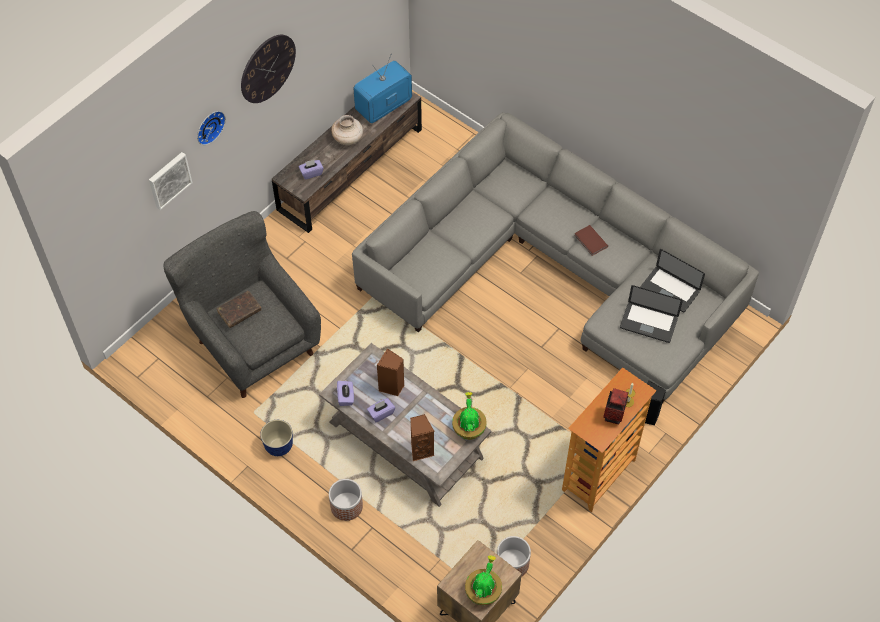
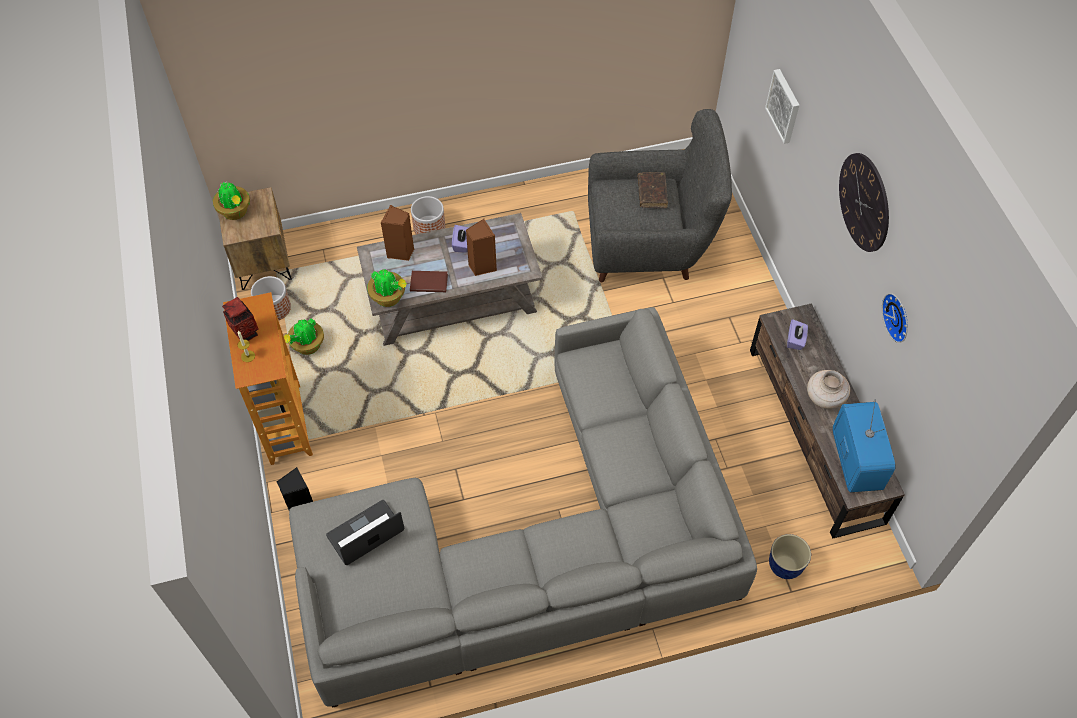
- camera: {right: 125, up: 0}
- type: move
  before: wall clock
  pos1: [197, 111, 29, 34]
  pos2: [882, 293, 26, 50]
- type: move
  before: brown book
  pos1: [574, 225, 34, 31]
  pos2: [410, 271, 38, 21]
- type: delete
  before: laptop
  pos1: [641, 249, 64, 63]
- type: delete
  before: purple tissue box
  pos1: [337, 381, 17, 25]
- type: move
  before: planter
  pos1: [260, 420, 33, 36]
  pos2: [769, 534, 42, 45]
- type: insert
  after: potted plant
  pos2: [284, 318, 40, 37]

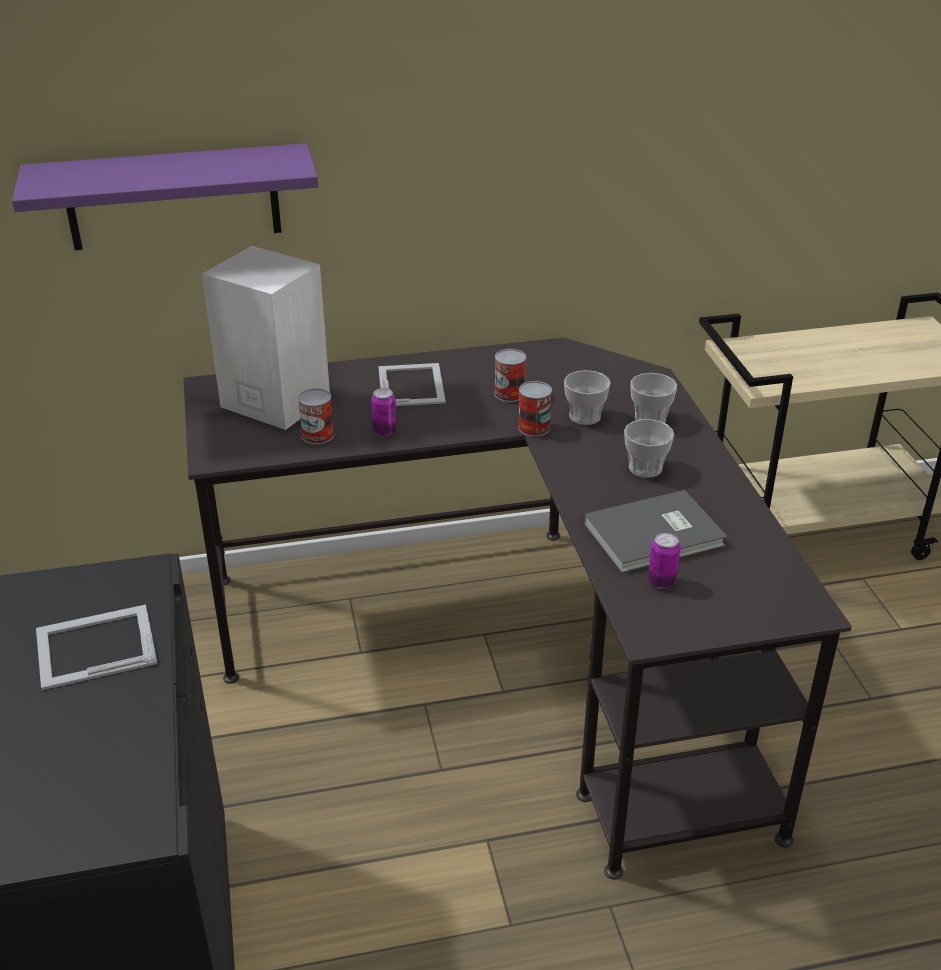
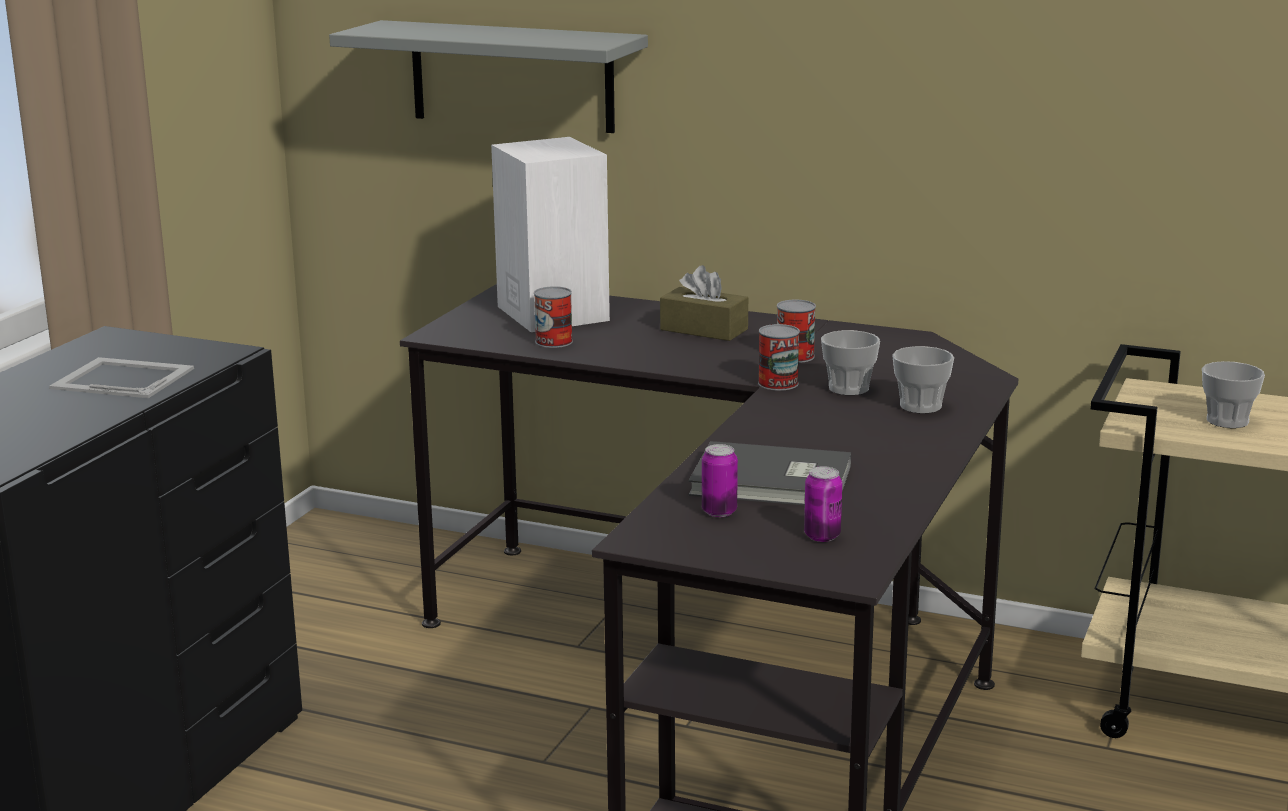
- camera: {right: 35, up: -15}
- type: recolor
  before: purple shelf
  after: grey shelf
  pos1: [12, 143, 306, 107]
  pos2: [329, 20, 319, 113]
- type: replace
  before: picture frame
  after: brown tissue box
  pos1: [378, 363, 68, 43]
  pos2: [660, 265, 88, 76]
- type: move
  before: can
  pos1: [371, 388, 26, 48]
  pos2: [804, 466, 38, 76]
- type: move
  before: cup
  pos1: [624, 419, 50, 59]
  pos2: [1202, 361, 63, 67]

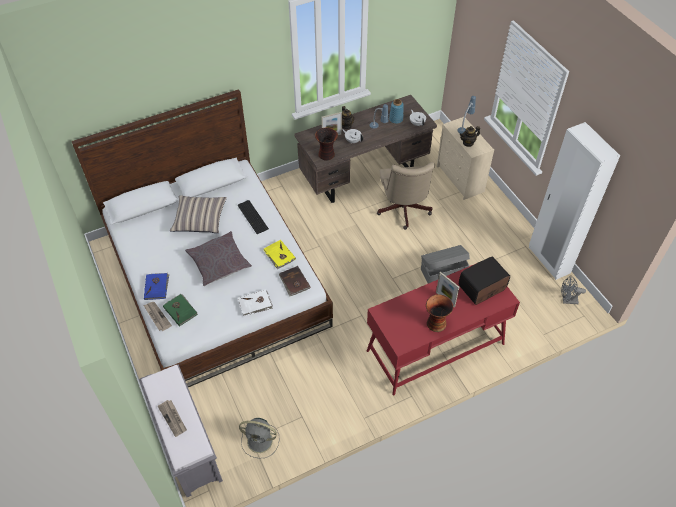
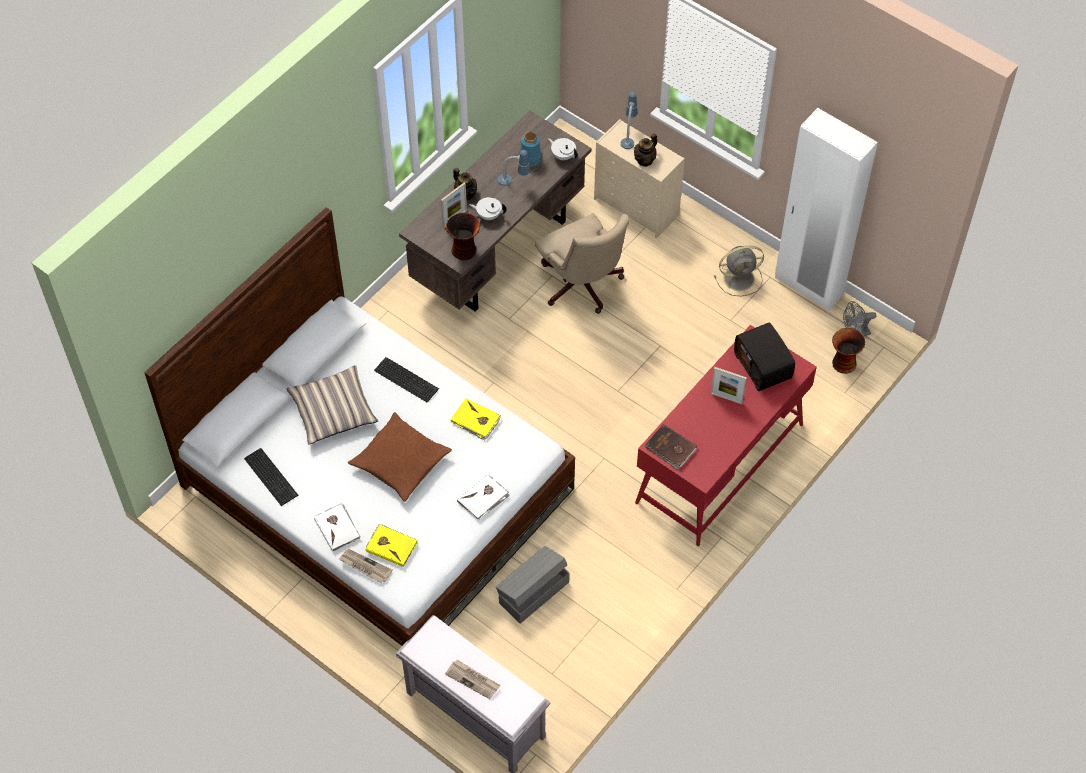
- camera: {right: -25, up: 5}
- type: recolor
  before: grey pillow
  after: brown pillow
  pos1: [185, 231, 67, 55]
  pos2: [348, 412, 104, 90]
- type: move
  before: grey storage box
  pos1: [421, 245, 49, 39]
  pos2: [496, 546, 73, 78]
- type: rotate
  before: radio
  pos1: [459, 257, 51, 48]
  pos2: [734, 322, 61, 69]
  turn: -60
- type: move
  before: brown book
  pos1: [279, 266, 31, 30]
  pos2: [645, 424, 52, 46]
- type: recolor
  before: blue book
  after: white book
  pos1: [144, 273, 25, 27]
  pos2: [314, 503, 47, 49]
- type: recolor
  before: green book
  after: yellow book
  pos1: [163, 294, 35, 32]
  pos2: [366, 524, 52, 43]
- type: move
  before: vase
  pos1: [426, 294, 27, 38]
  pos2: [832, 328, 34, 46]
- type: move
  before: grey fan
  pos1: [239, 418, 41, 41]
  pos2: [714, 246, 50, 50]
- type: insert
  after: keyboard
  pos2: [244, 448, 54, 58]

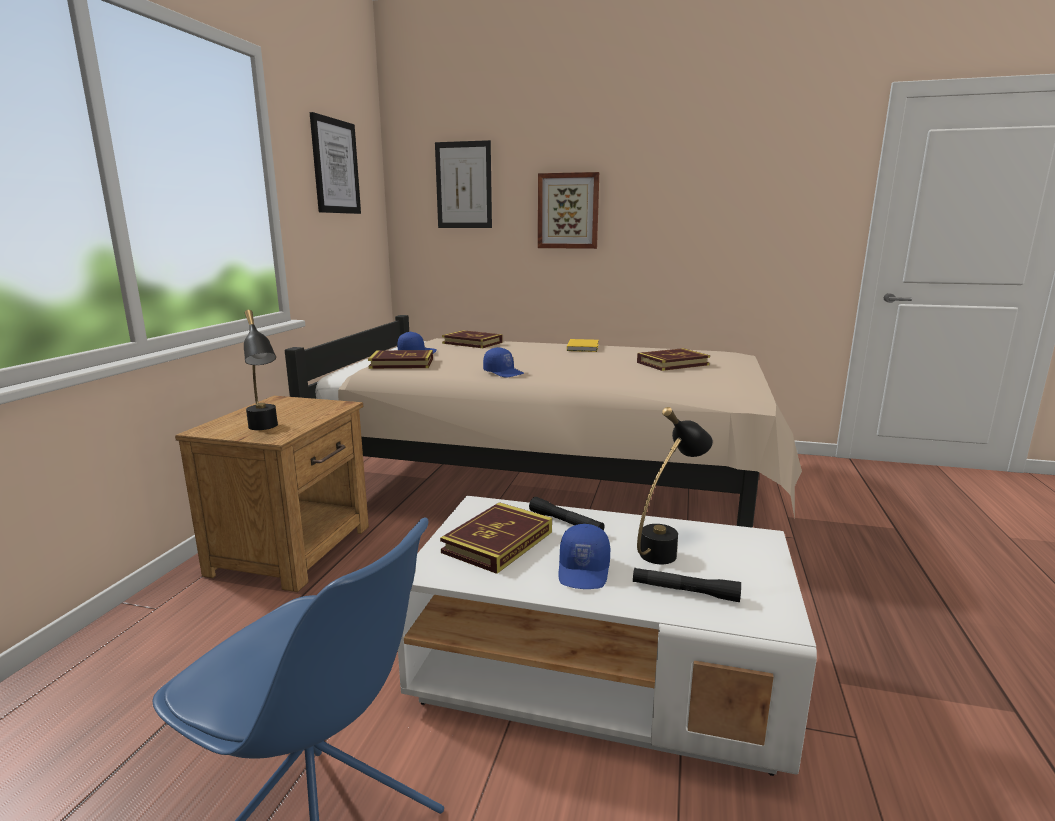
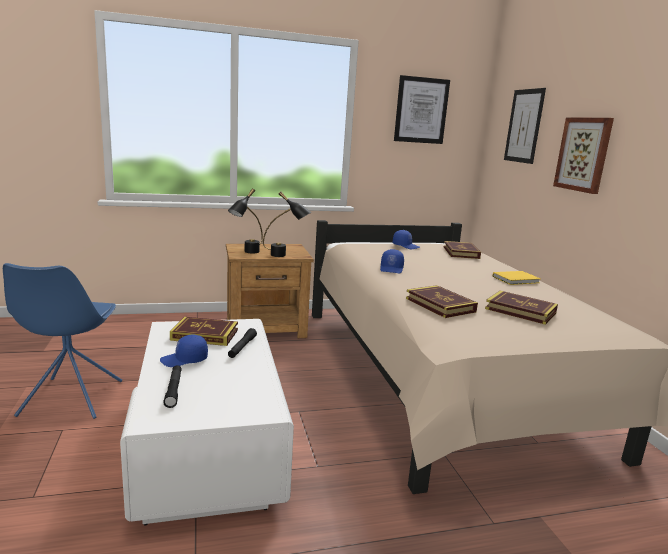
- camera: {right: 60, up: 0}
- type: move
  before: book
  pos1: [368, 350, 65, 19]
  pos2: [406, 285, 72, 33]
- type: move
  before: black table lamp
  pos1: [637, 407, 76, 157]
  pos2: [263, 192, 49, 65]

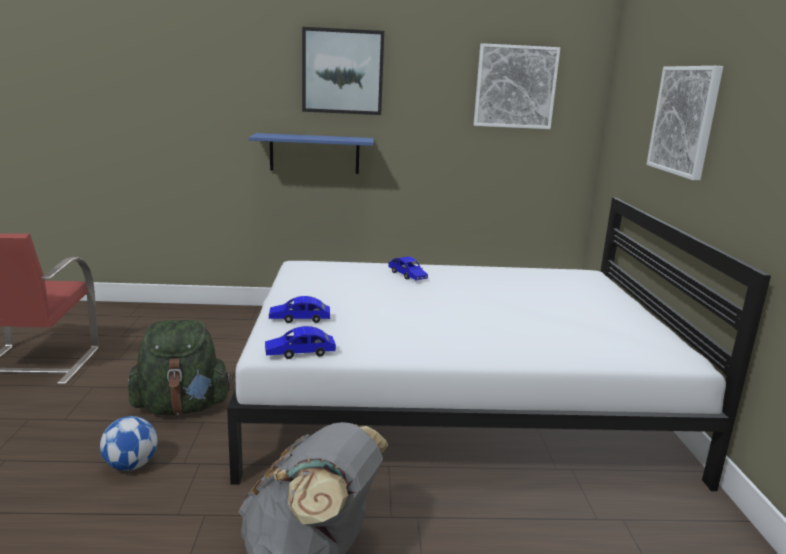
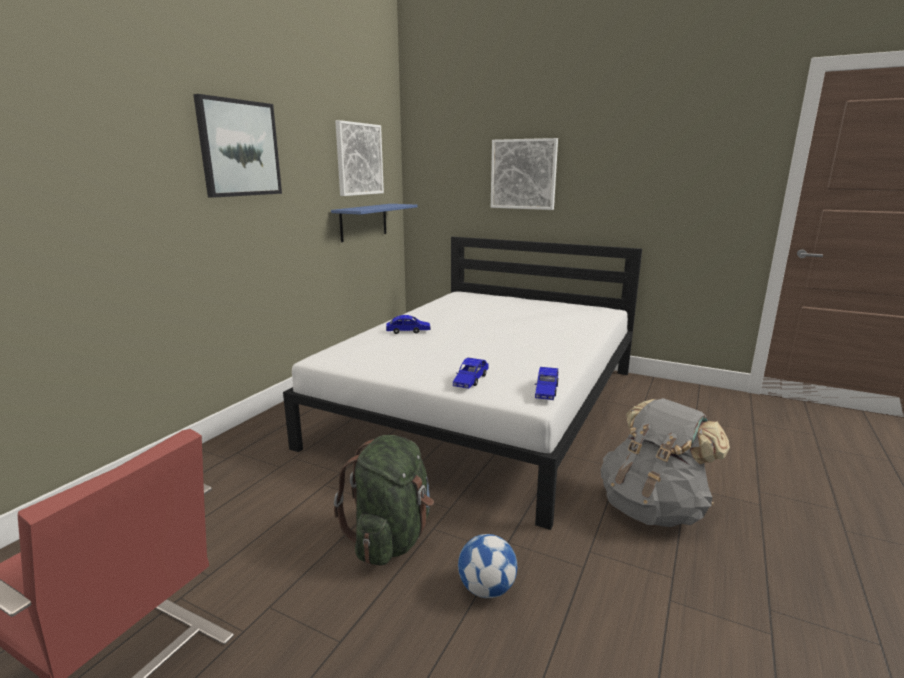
- camera: {right: -60, up: 0}
- type: move
  before: blue shelf
  pos1: [249, 133, 125, 41]
  pos2: [331, 204, 86, 38]

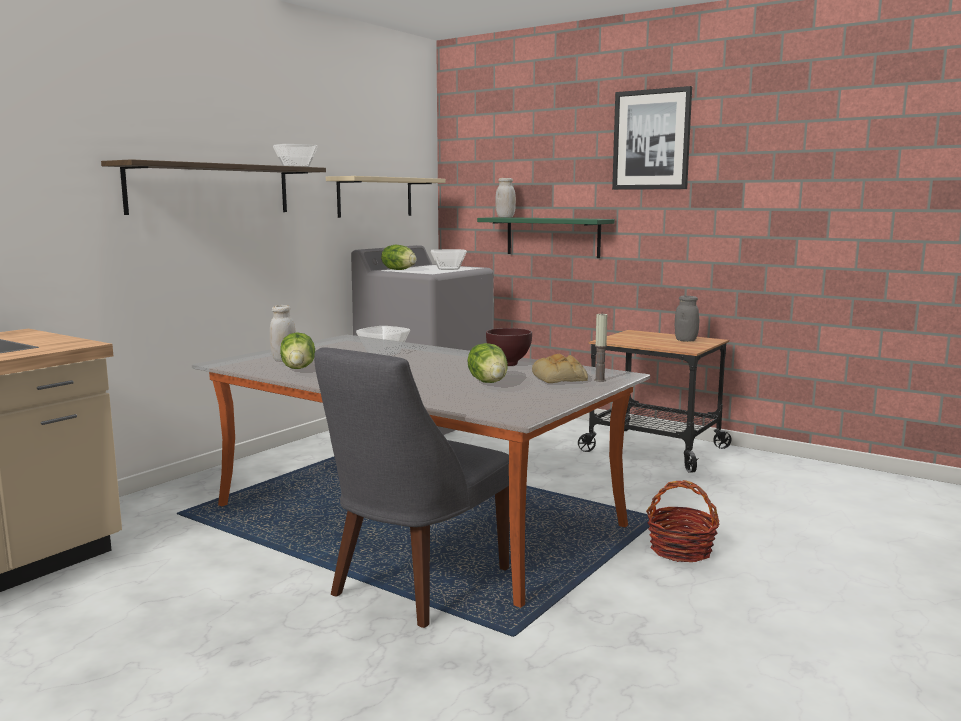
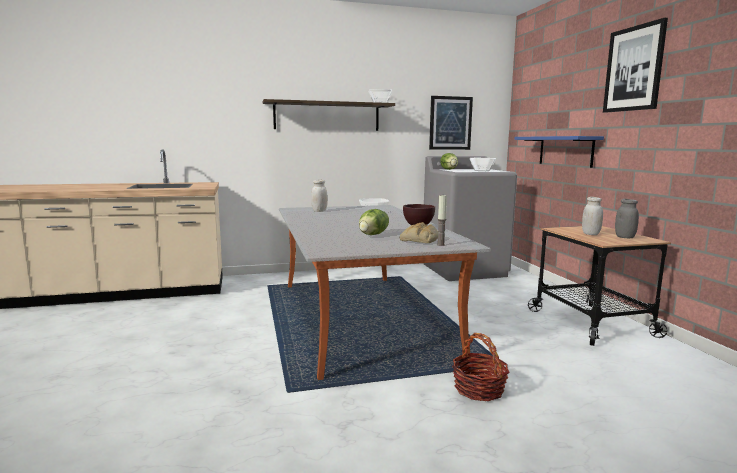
- camera: {right: 40, up: 0}
- type: replace
  before: beige shelf
  after: picture
  pos1: [326, 176, 120, 42]
  pos2: [429, 96, 44, 54]
- type: move
  before: white jar
  pos1: [496, 178, 20, 40]
  pos2: [582, 197, 21, 38]
- type: recolor
  before: green shelf
  after: blue shelf
  pos1: [477, 217, 138, 41]
  pos2: [514, 136, 90, 32]
- type: delete
  before: lettuce
  pos1: [280, 332, 35, 37]
- type: delete
  before: grey chair
  pos1: [314, 347, 195, 281]

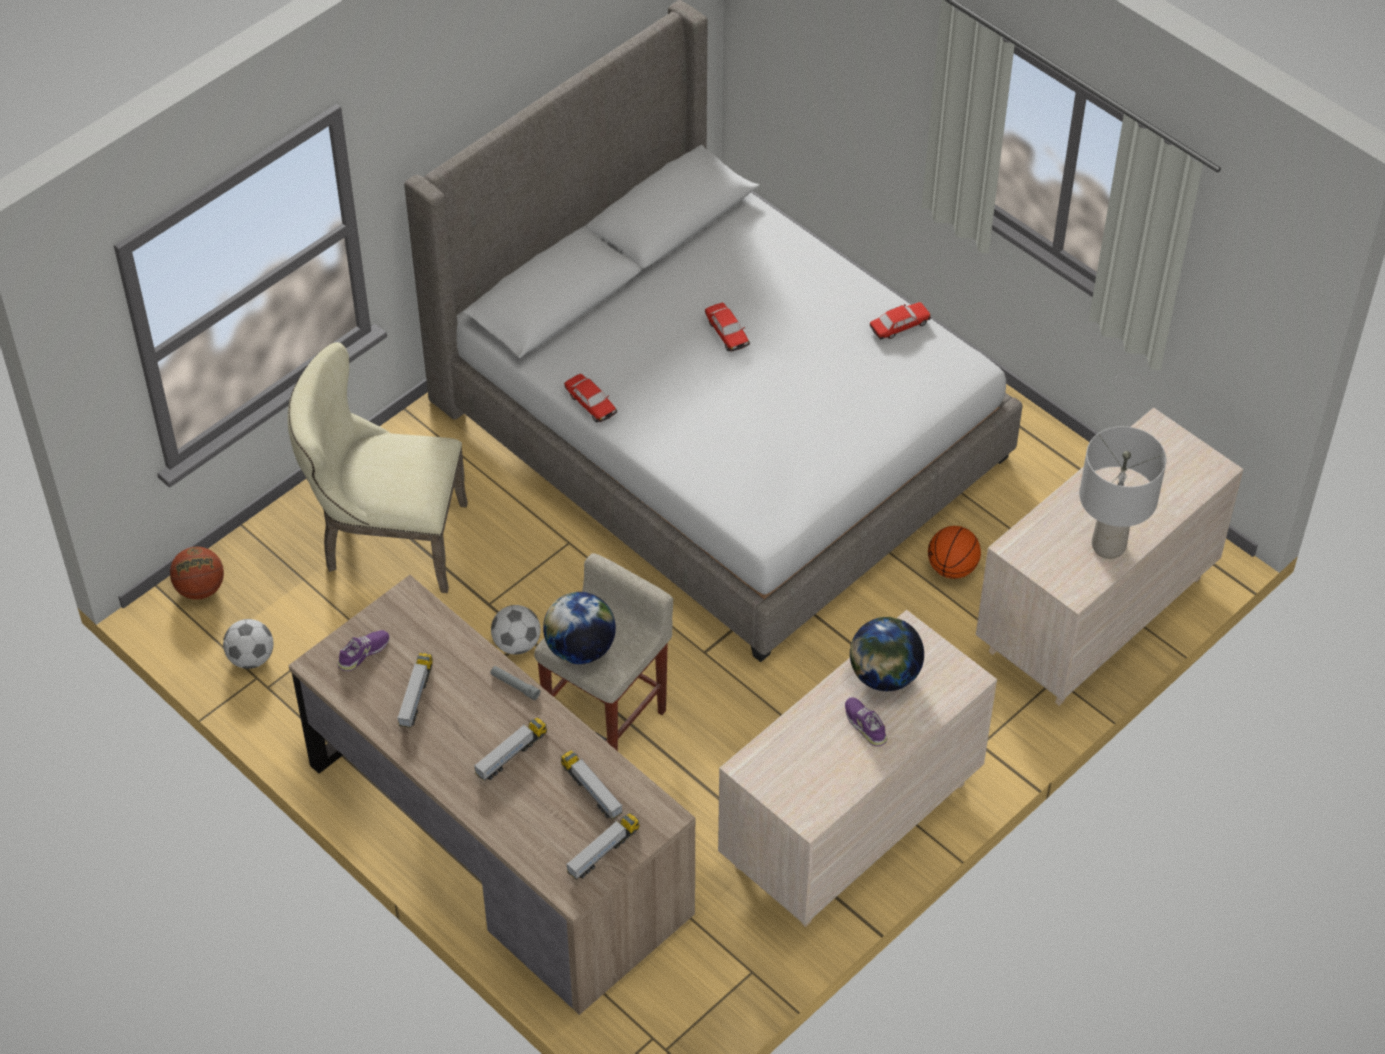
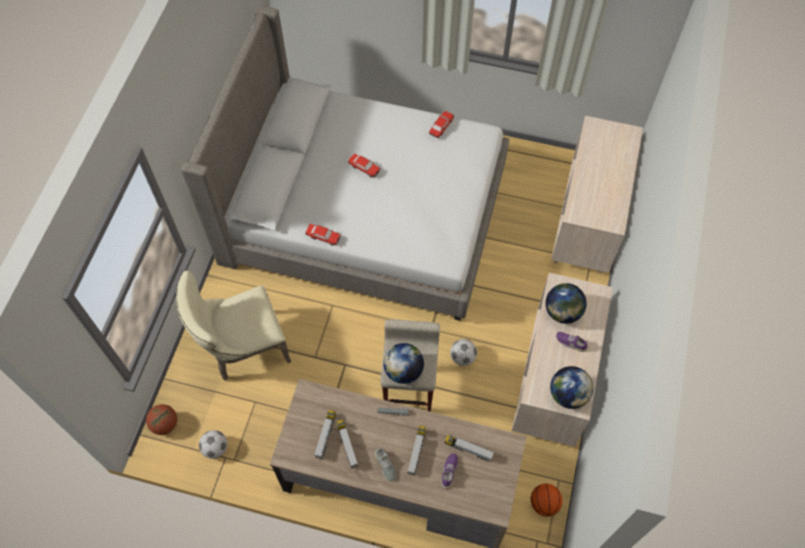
- camera: {right: -30, up: 10}
- type: delete
  before: grey table lamp
  pos1: [1079, 426, 87, 133]
- type: move
  before: basketball
  pos1: [928, 526, 53, 53]
  pos2: [531, 484, 31, 33]
- type: move
  before: football
  pos1: [491, 605, 50, 50]
  pos2: [450, 339, 27, 27]
- type: move
  before: purple shoe
  pos1: [337, 630, 52, 41]
  pos2: [441, 454, 17, 35]
- type: move
  before: toy truck
  pos1: [566, 813, 74, 67]
  pos2: [314, 410, 22, 49]
- type: insert
  after: globe
  pos2: [550, 366, 43, 43]
- type: insert
  after: grey shoe
  pos2: [375, 448, 21, 33]

